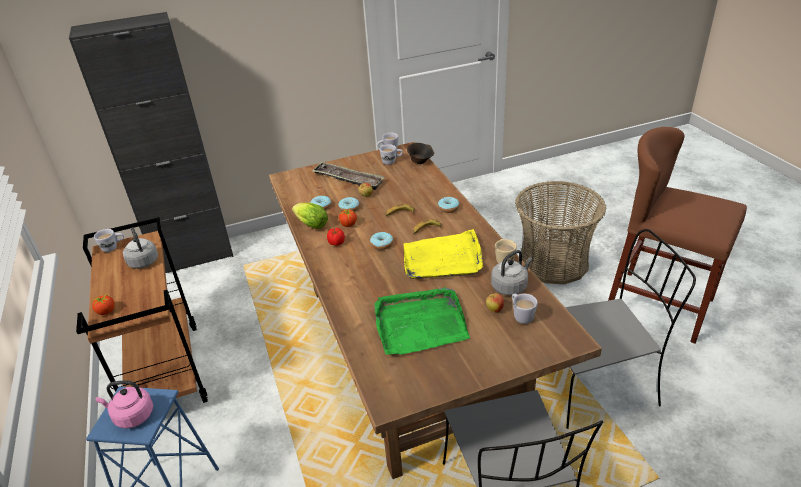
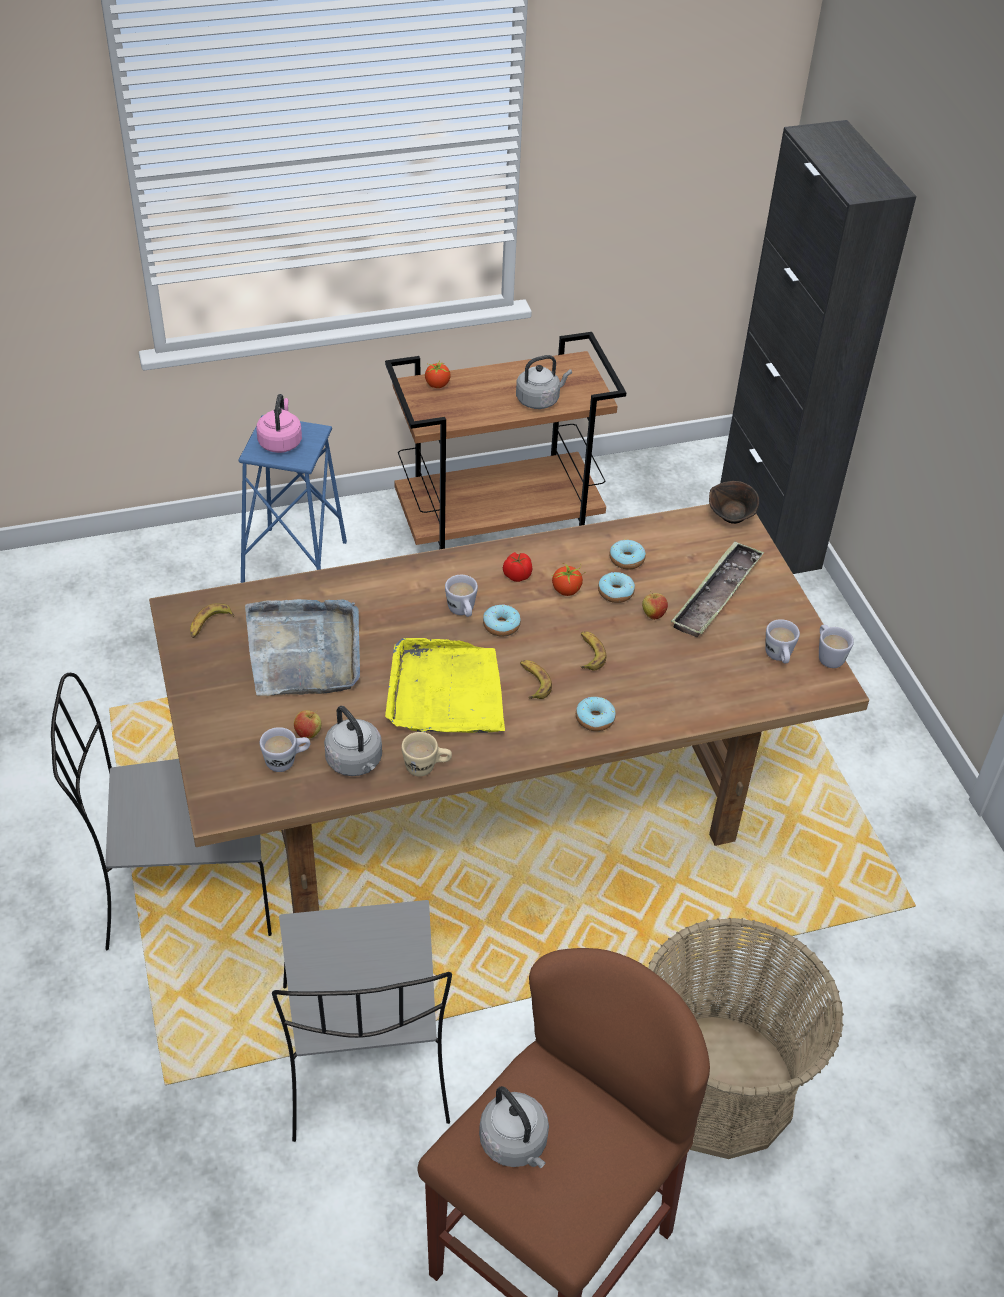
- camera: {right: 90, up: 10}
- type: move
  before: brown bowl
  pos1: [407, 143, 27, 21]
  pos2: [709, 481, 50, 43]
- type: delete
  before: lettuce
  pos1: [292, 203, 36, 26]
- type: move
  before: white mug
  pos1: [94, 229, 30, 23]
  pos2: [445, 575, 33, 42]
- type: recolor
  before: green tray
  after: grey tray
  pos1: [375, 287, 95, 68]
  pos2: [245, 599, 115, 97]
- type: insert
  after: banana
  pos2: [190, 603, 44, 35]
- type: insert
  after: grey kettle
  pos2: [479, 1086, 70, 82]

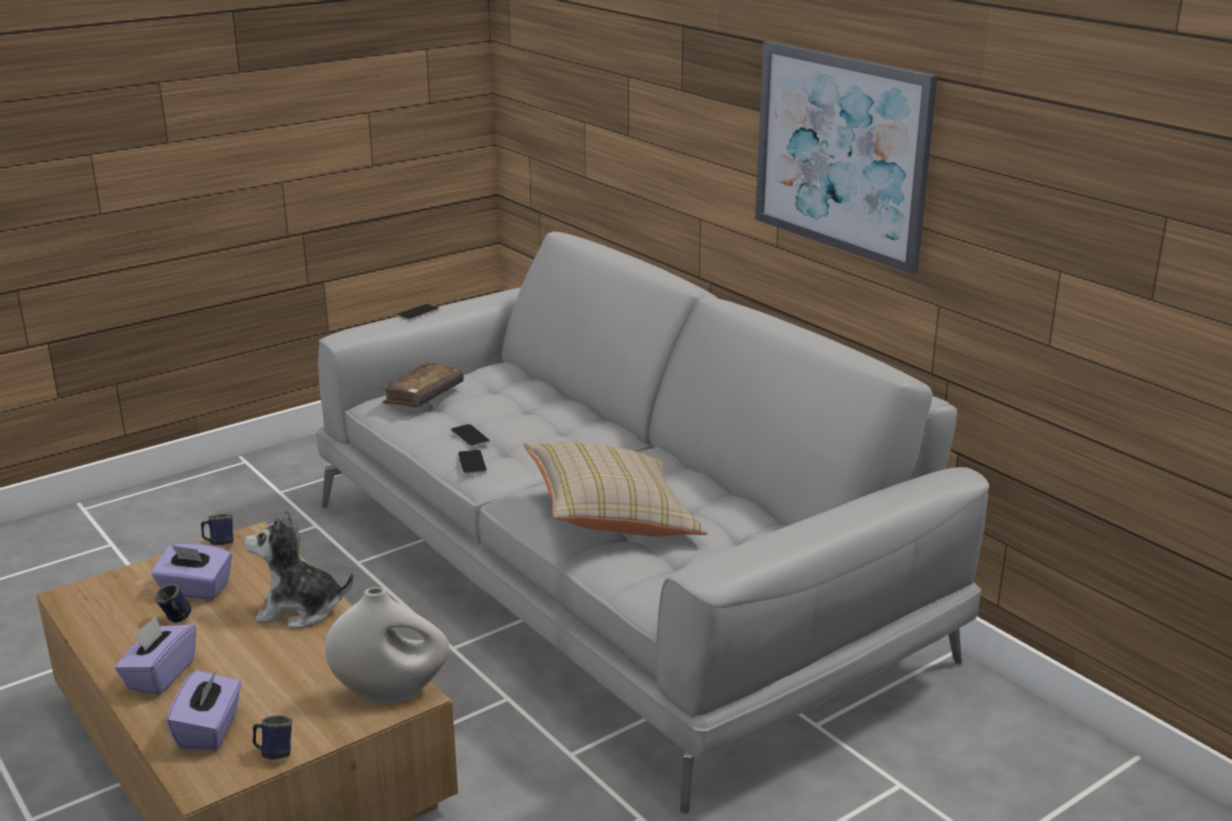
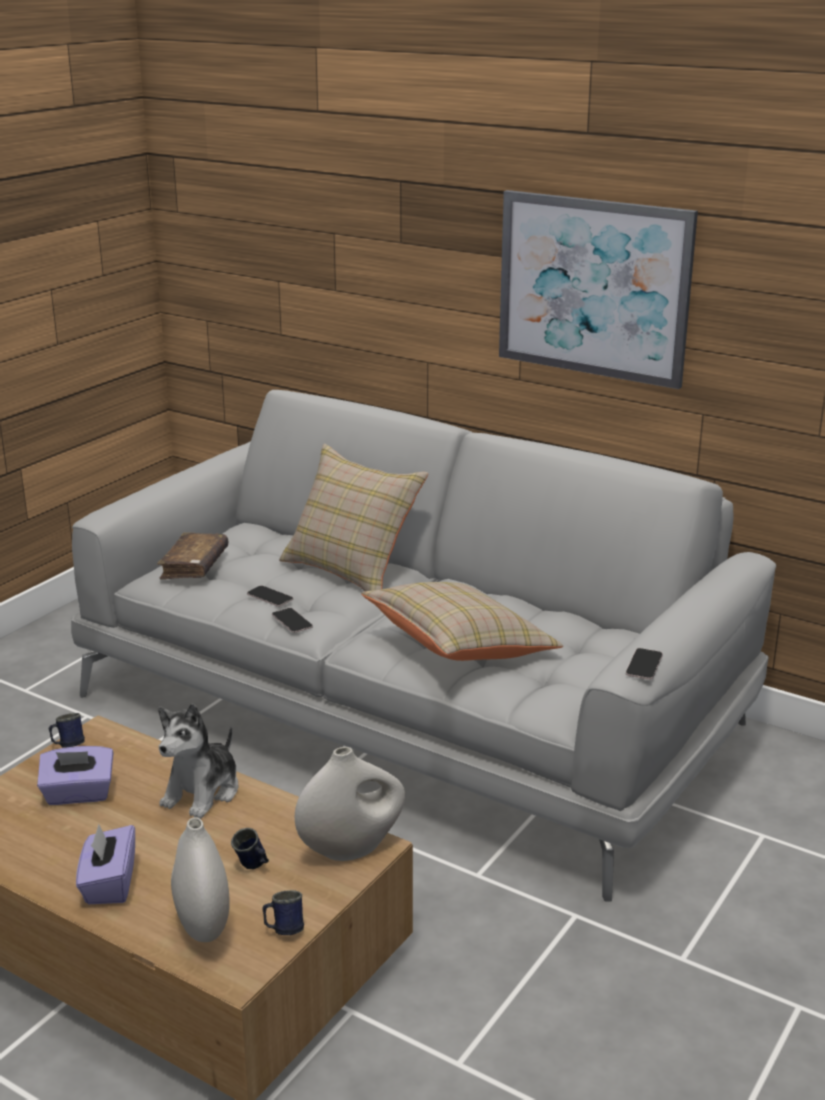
- camera: {right: -20, up: 0}
- type: move
  before: phone
  pos1: [396, 304, 43, 16]
  pos2: [626, 648, 37, 32]
- type: rotate
  before: plush toy
  pos1: [244, 510, 110, 119]
  pos2: [158, 704, 80, 115]
  turn: -45
- type: move
  before: blue mug
  pos1: [154, 584, 38, 39]
  pos2: [231, 828, 38, 41]
- type: replace
  before: purple tissue box
  after: white vase
  pos1: [166, 670, 76, 80]
  pos2: [171, 817, 59, 125]
- type: insert
  after: beige pillow
  pos2: [279, 444, 149, 147]

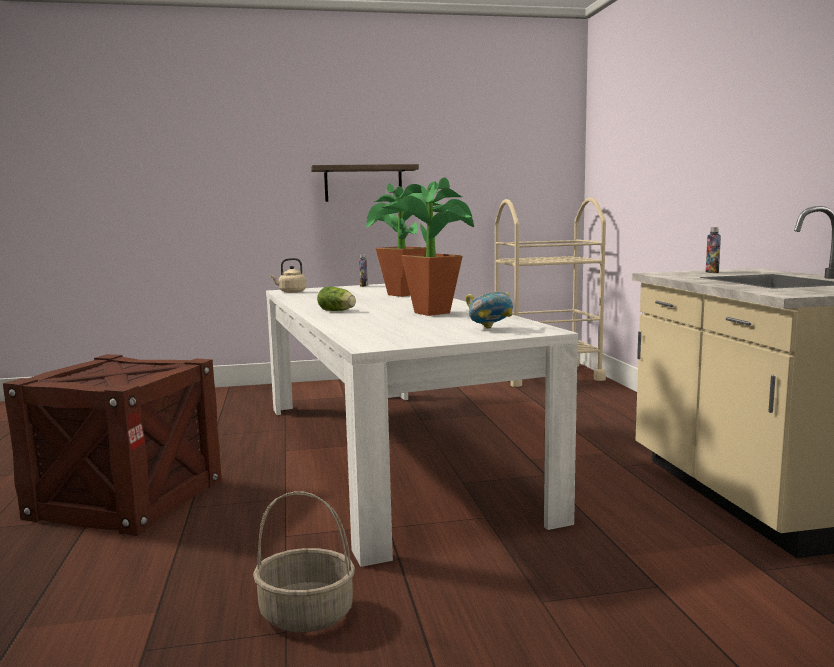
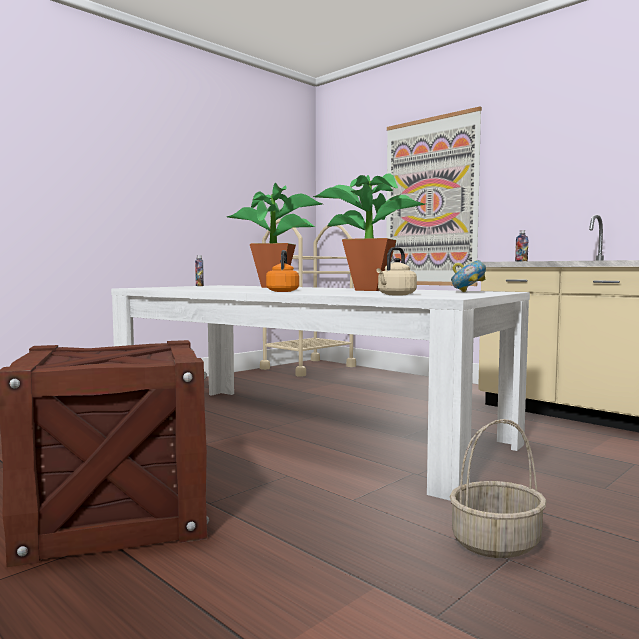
- camera: {right: -35, up: -5}
- type: delete
  before: shelf
  pos1: [311, 164, 108, 38]
- type: move
  before: beige kettle
  pos1: [270, 258, 36, 35]
  pos2: [377, 247, 40, 48]
- type: replace
  before: lettuce
  after: orange kettle
  pos1: [317, 287, 39, 24]
  pos2: [266, 250, 33, 42]
- type: insert
  after: picture
  pos2: [386, 106, 96, 180]

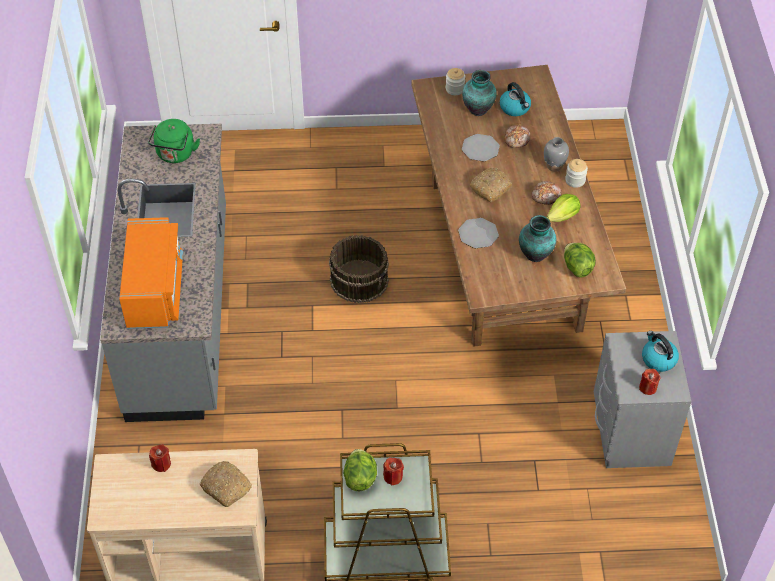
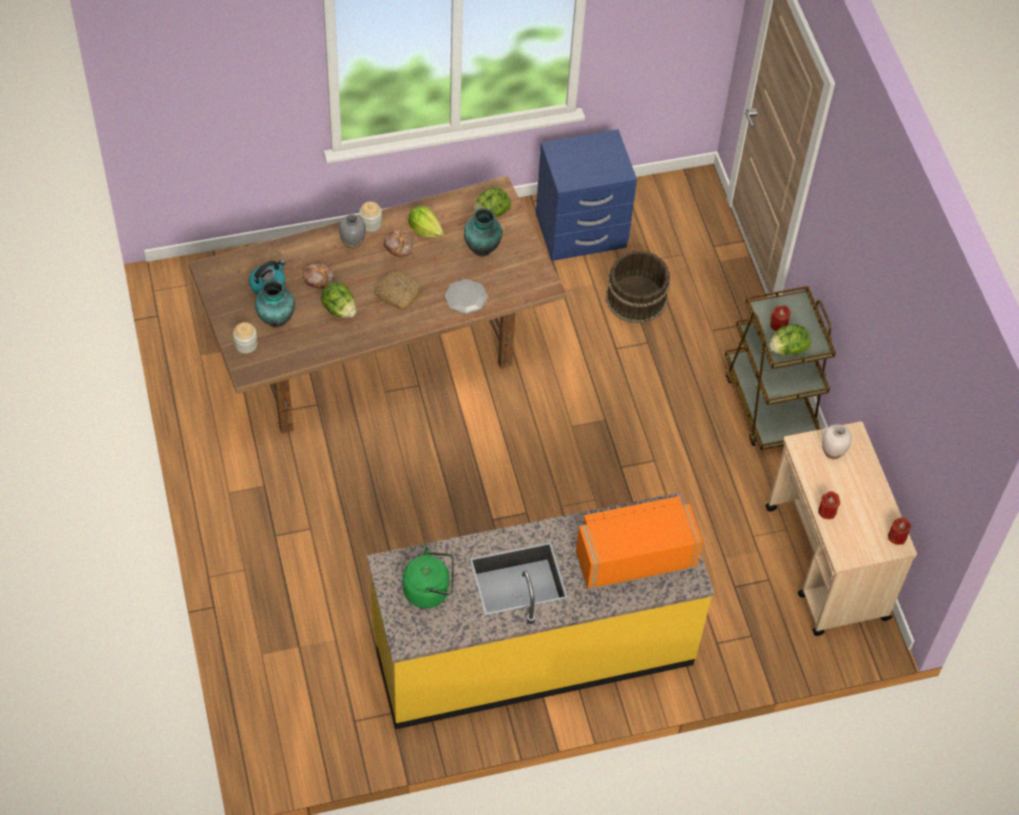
- camera: {right: -105, up: 5}
- type: recolor
  before: grey counter
  after: yellow counter
  pos1: [100, 124, 126, 298]
  pos2: [367, 492, 347, 237]
- type: replace
  before: plate
  after: lettuce
  pos1: [462, 134, 38, 27]
  pos2: [321, 281, 36, 37]
- type: move
  before: brown bucket
  pos1: [329, 235, 60, 68]
  pos2: [606, 250, 64, 74]
- type: recolor
  before: grey nightstand
  after: blue nightstand
  pos1: [594, 331, 98, 137]
  pos2: [536, 129, 101, 132]
- type: delete
  before: kettle
  pos1: [642, 331, 37, 41]
- type: move
  before: red candle
  pos1: [639, 369, 21, 26]
  pos2: [888, 517, 23, 28]
- type: replace
  before: bread
  after: white vase
  pos1: [200, 461, 52, 46]
  pos2: [822, 424, 30, 35]

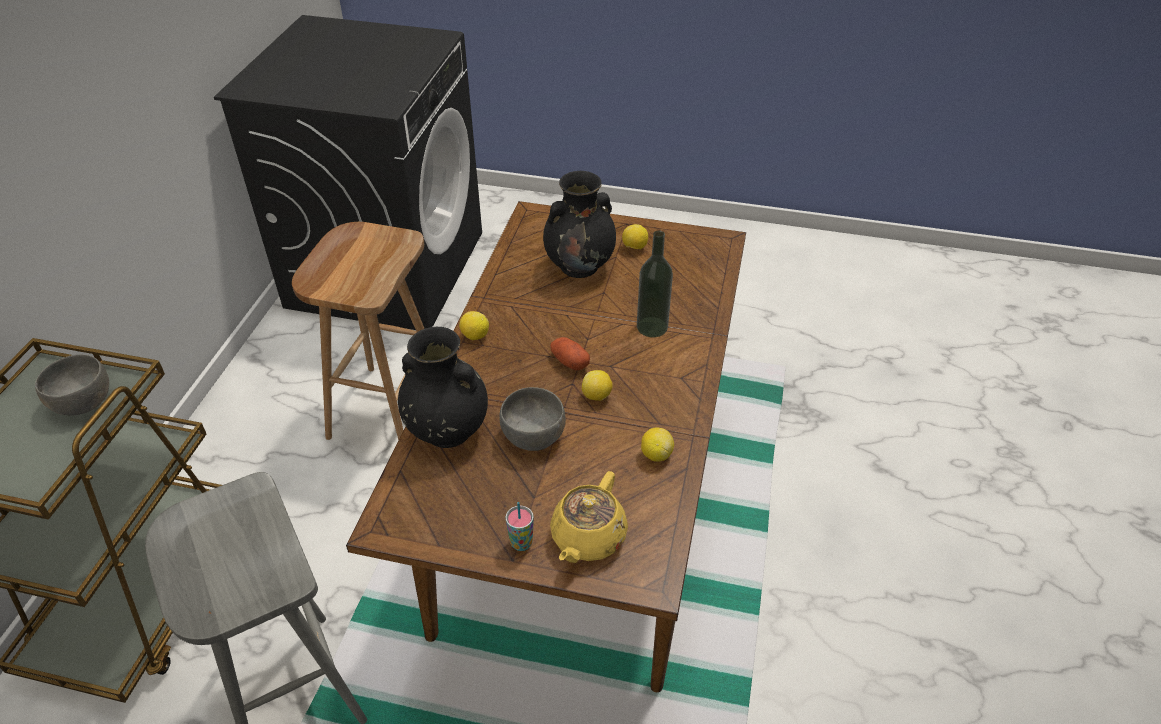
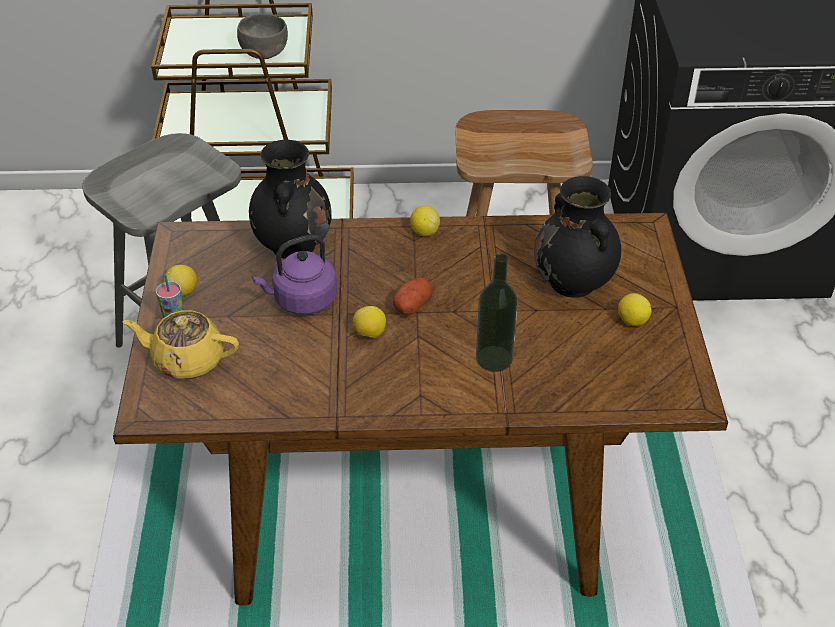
- camera: {right: 75, up: 0}
- type: replace
  before: grey bowl
  after: purple kettle
  pos1: [499, 387, 67, 64]
  pos2: [252, 235, 85, 80]
- type: move
  before: lemon
  pos1: [641, 427, 33, 35]
  pos2: [164, 265, 33, 32]

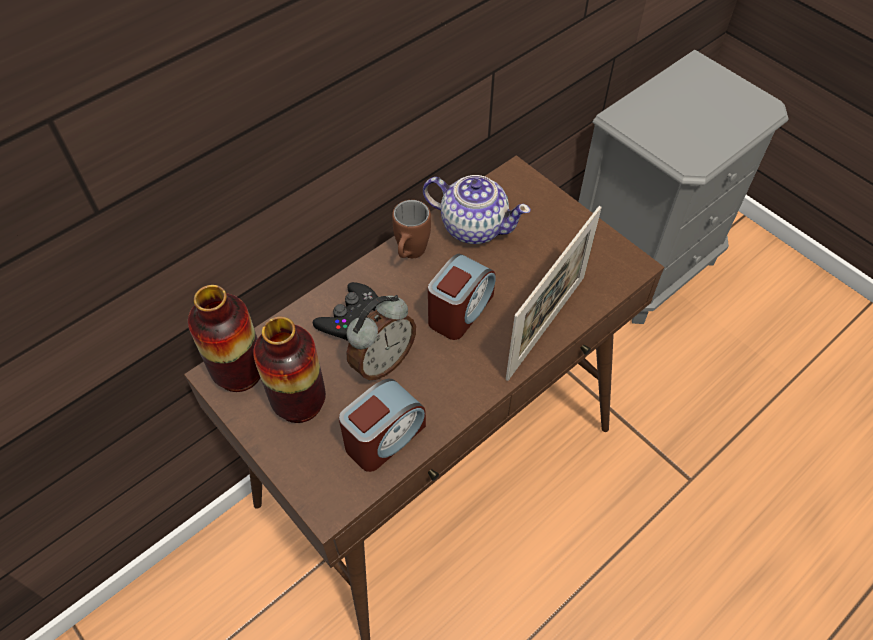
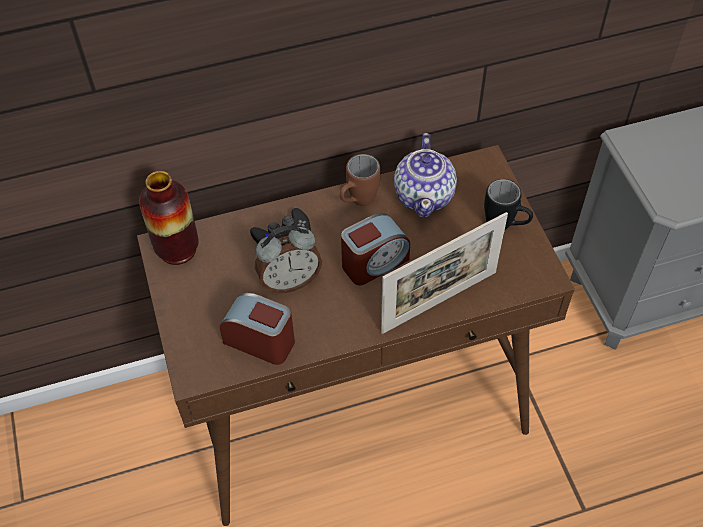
- camera: {right: 25, up: 0}
- type: rotate
  before: teapot
  pos1: [423, 175, 108, 69]
  pos2: [394, 133, 63, 85]
  turn: 45
- type: delete
  before: vase
  pos1: [253, 317, 73, 106]
- type: rotate
  before: alarm clock
  pos1: [339, 379, 87, 93]
  pos2: [220, 293, 75, 72]
  turn: -135
- type: insert
  after: black mug
  pos2: [484, 179, 49, 51]

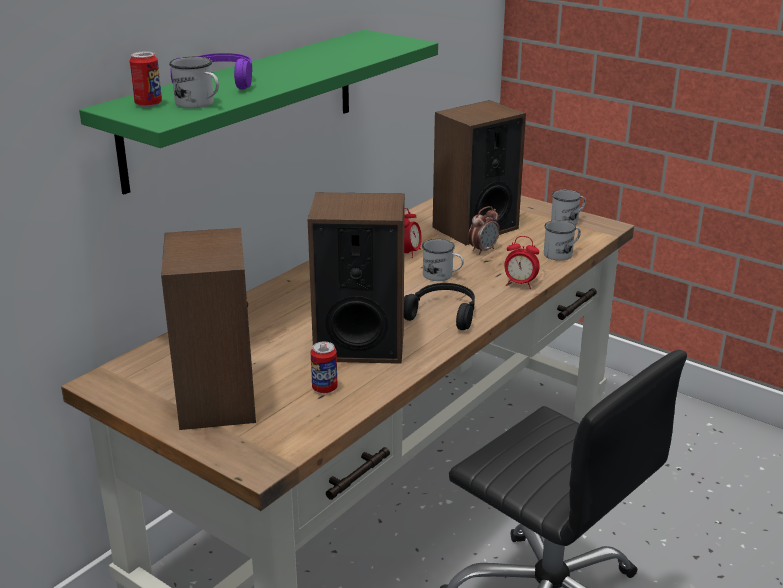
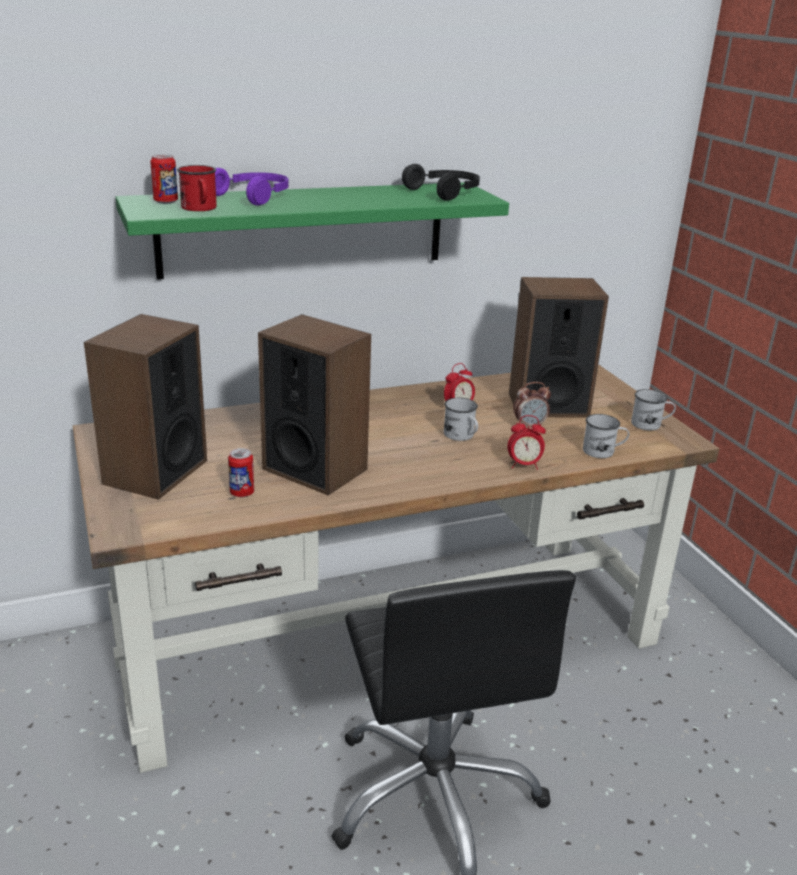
- camera: {right: 30, up: 0}
- type: recolor
  before: white mug
  after: red mug
  pos1: [169, 57, 50, 52]
  pos2: [177, 165, 40, 46]
- type: rotate
  before: alarm clock
  pos1: [505, 236, 35, 53]
  pos2: [507, 415, 39, 55]
  turn: -45
- type: move
  before: black headphones
  pos1: [404, 283, 71, 47]
  pos2: [402, 164, 78, 37]

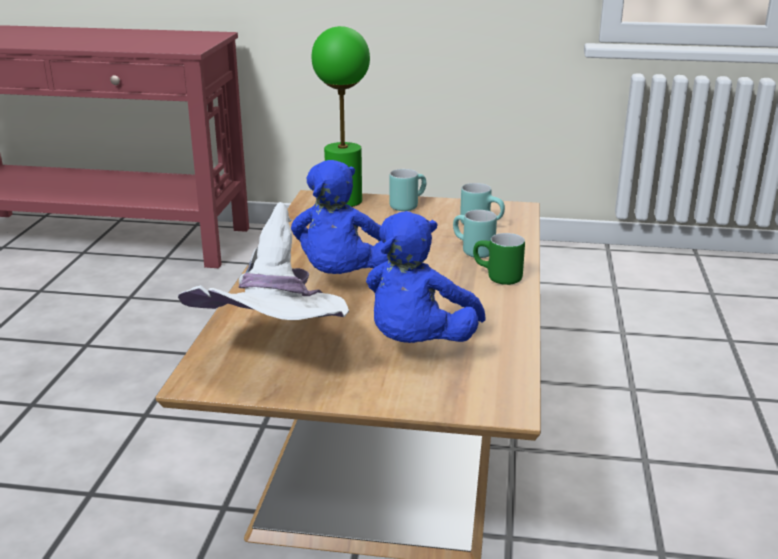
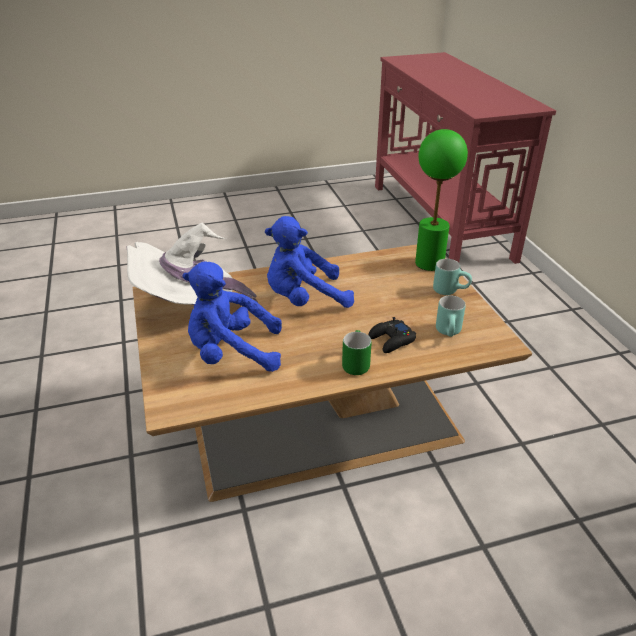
- camera: {right: 65, up: 10}
- type: replace
  before: turquoise mug
  after: black game controller
  pos1: [453, 210, 44, 48]
  pos2: [369, 317, 47, 36]

